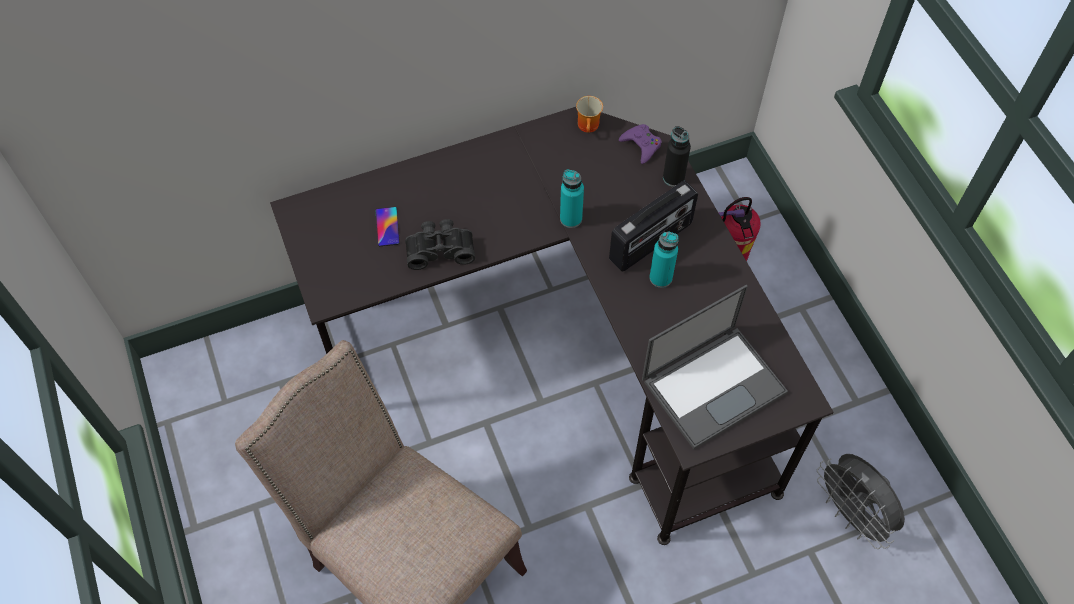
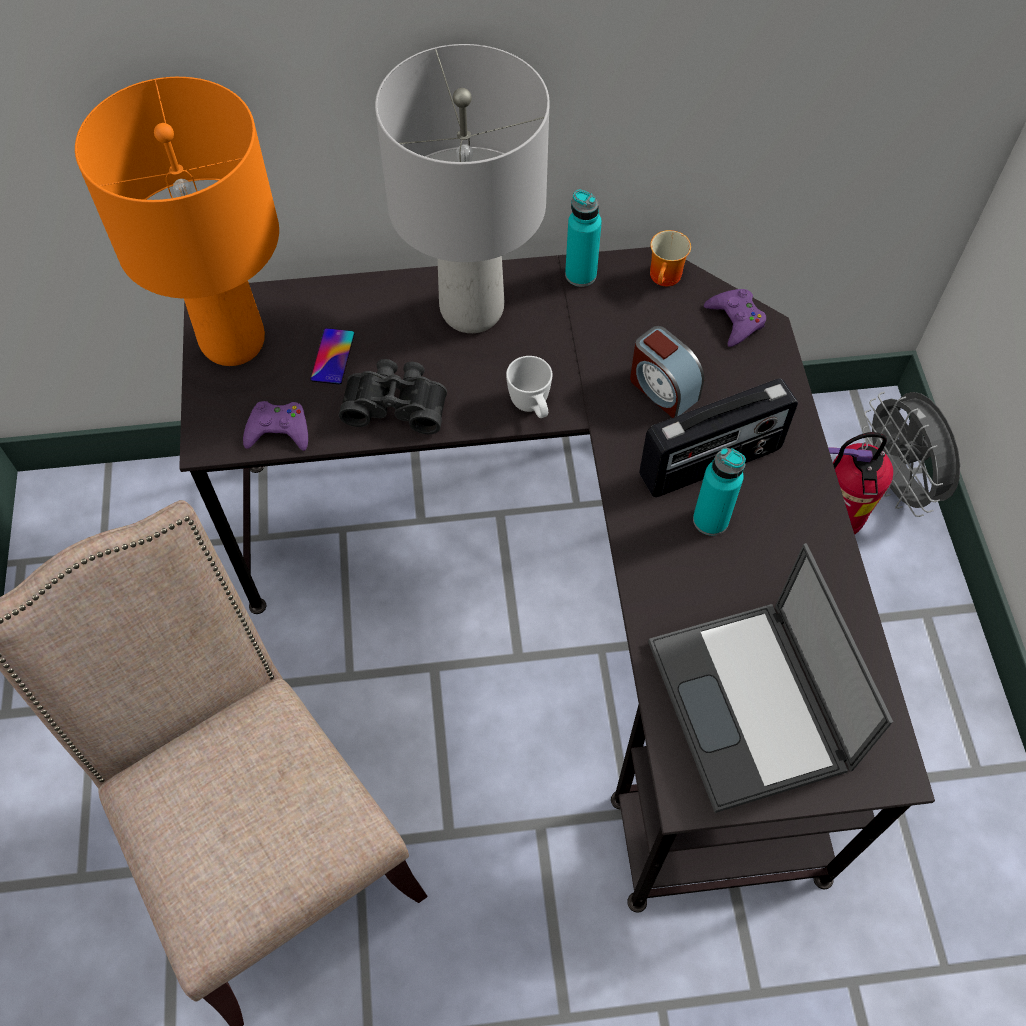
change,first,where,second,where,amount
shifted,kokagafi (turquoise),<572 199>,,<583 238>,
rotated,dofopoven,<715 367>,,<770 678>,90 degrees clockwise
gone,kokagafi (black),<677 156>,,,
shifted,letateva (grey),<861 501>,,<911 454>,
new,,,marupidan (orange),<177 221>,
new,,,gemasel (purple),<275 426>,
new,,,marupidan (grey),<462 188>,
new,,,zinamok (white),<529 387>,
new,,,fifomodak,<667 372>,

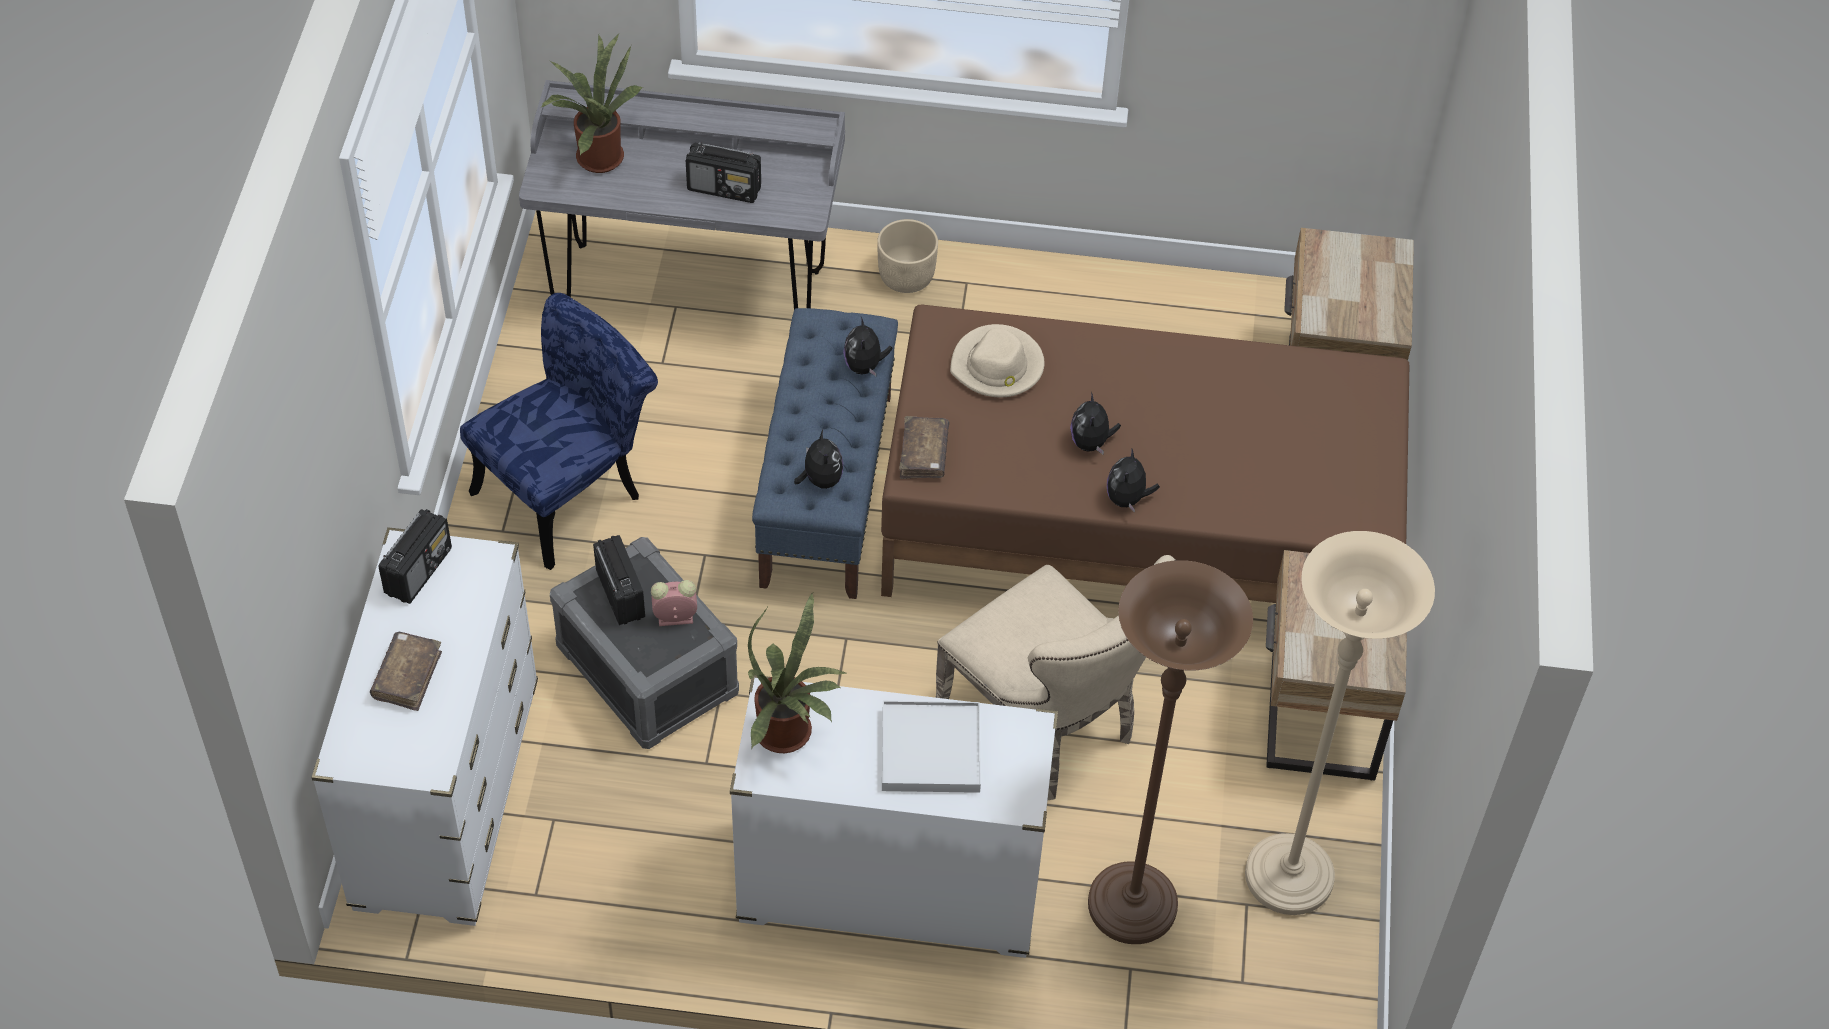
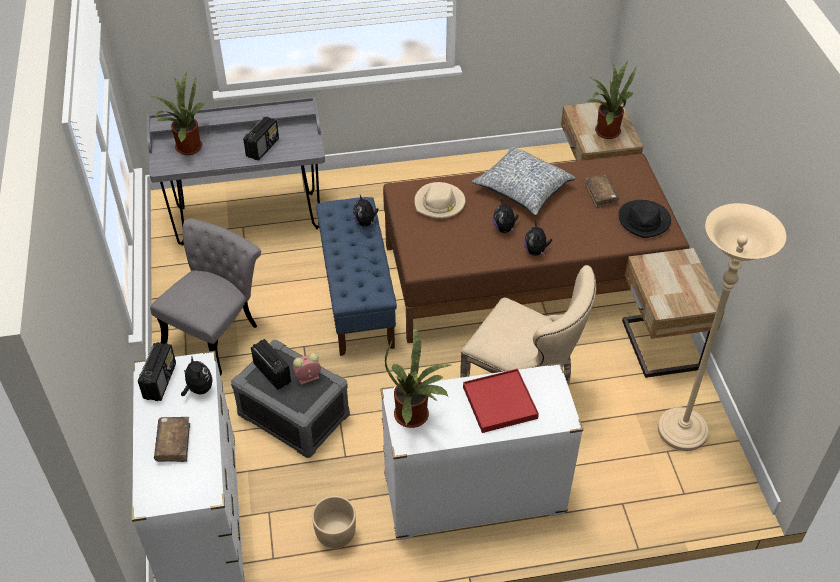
change,first,where,second,where,amount
repainted,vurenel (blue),<559 431>,vurenel (grey),<205 297>,
rotated,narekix,<723 172>,,<261 138>,60 degrees counterclockwise
shifted,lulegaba,<818 459>,,<196 376>,
shifted,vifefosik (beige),<907 256>,,<334 522>,
repainted,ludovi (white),<931 747>,ludovi (red),<501 401>,
shifted,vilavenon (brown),<924 447>,,<601 191>,
gone,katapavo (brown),<1170 752>,,,
new,,,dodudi,<523 181>,
new,,,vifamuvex,<611 100>,
new,,,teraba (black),<644 219>,

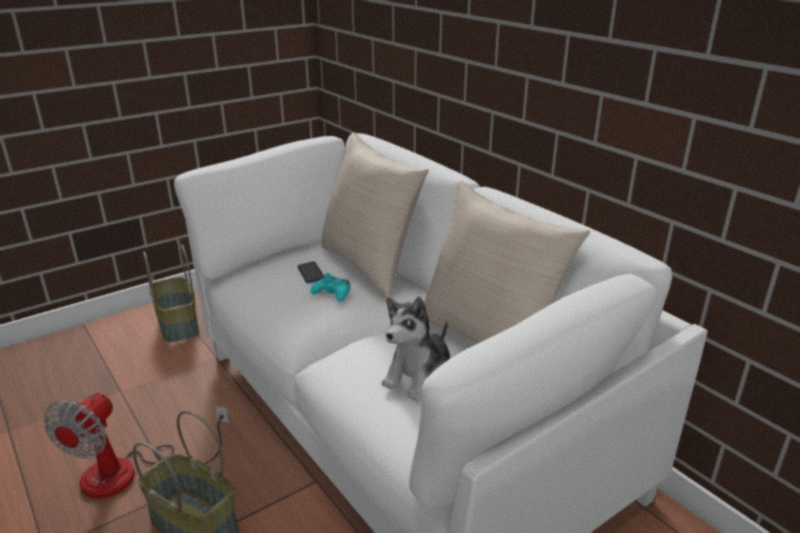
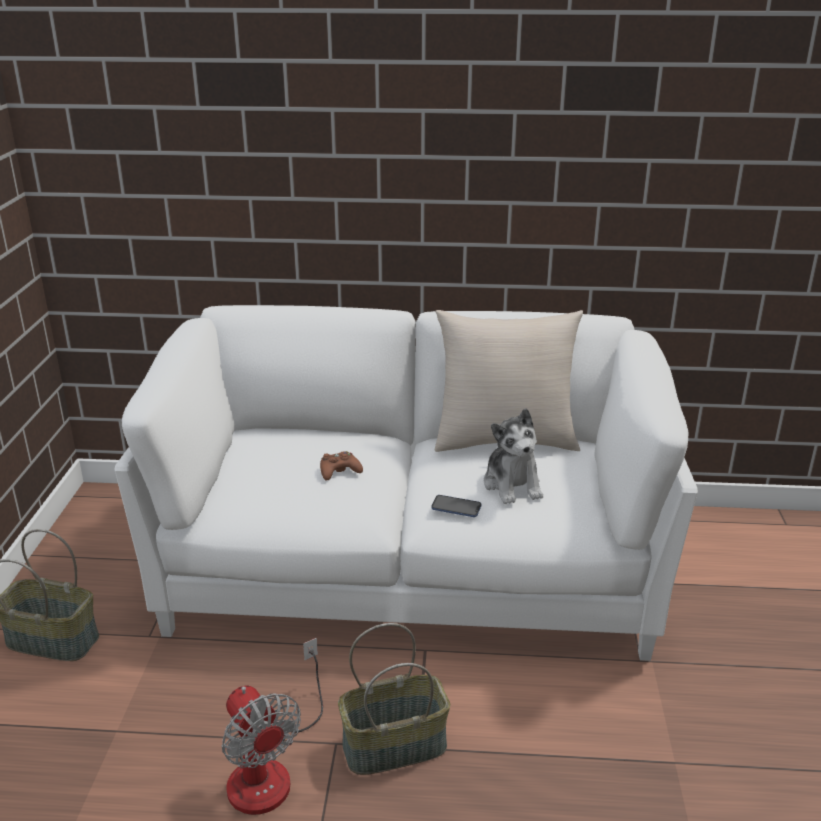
change,first,where,second,where,amount
shifted,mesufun,<310 272>,,<456 506>,
repainted,gemasel (turquoise),<330 287>,gemasel (brown),<341 466>,
gone,dodudi (beige),<375 216>,,,

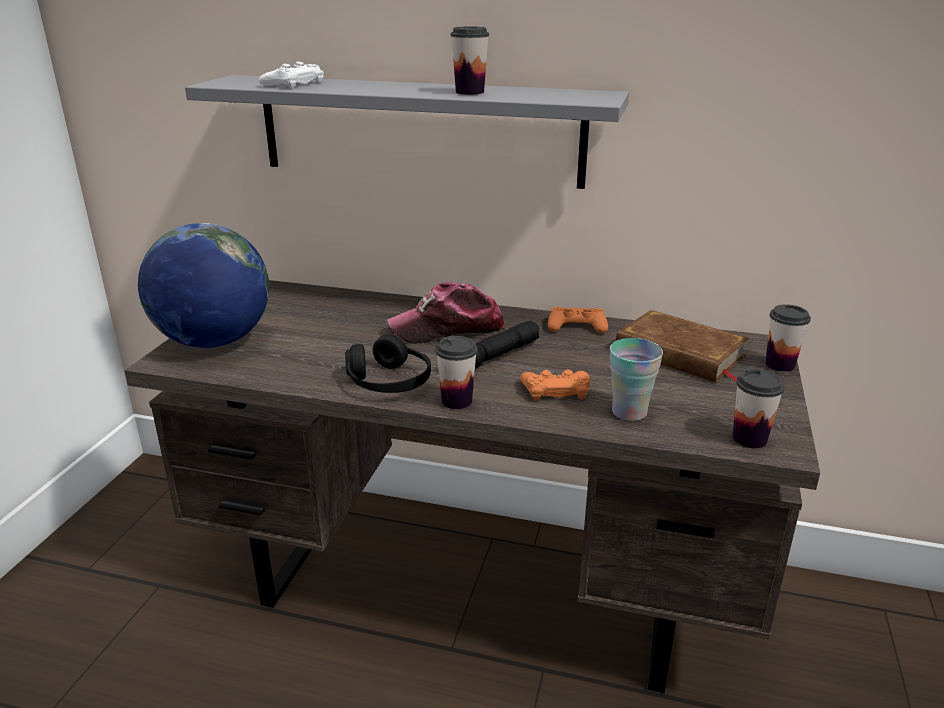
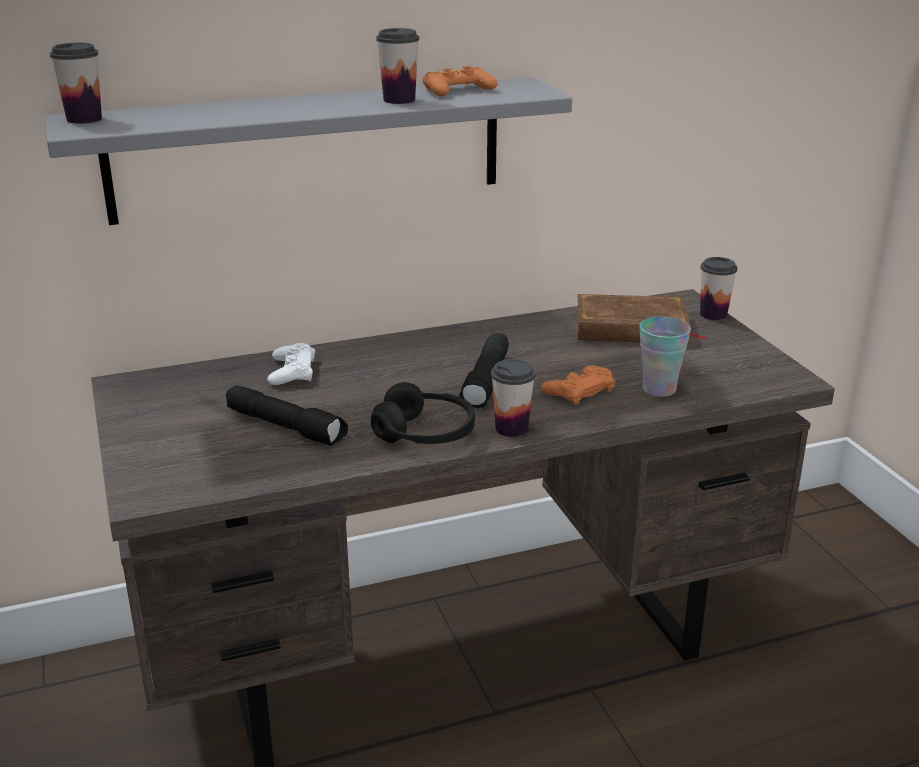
change,first,where,second,where,amount
gone,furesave,<203 285>,,,
shifted,gemasel (white),<291 75>,,<291 364>,
gone,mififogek,<446 313>,,,
shifted,gemasel (orange),<578 320>,,<460 81>,
shifted,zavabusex,<759 408>,,<76 83>,
new,,,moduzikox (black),<287 415>,

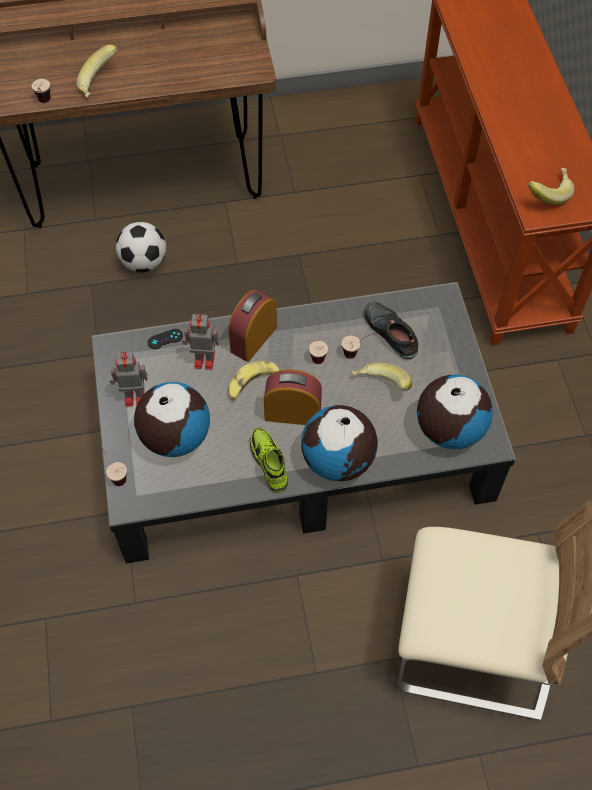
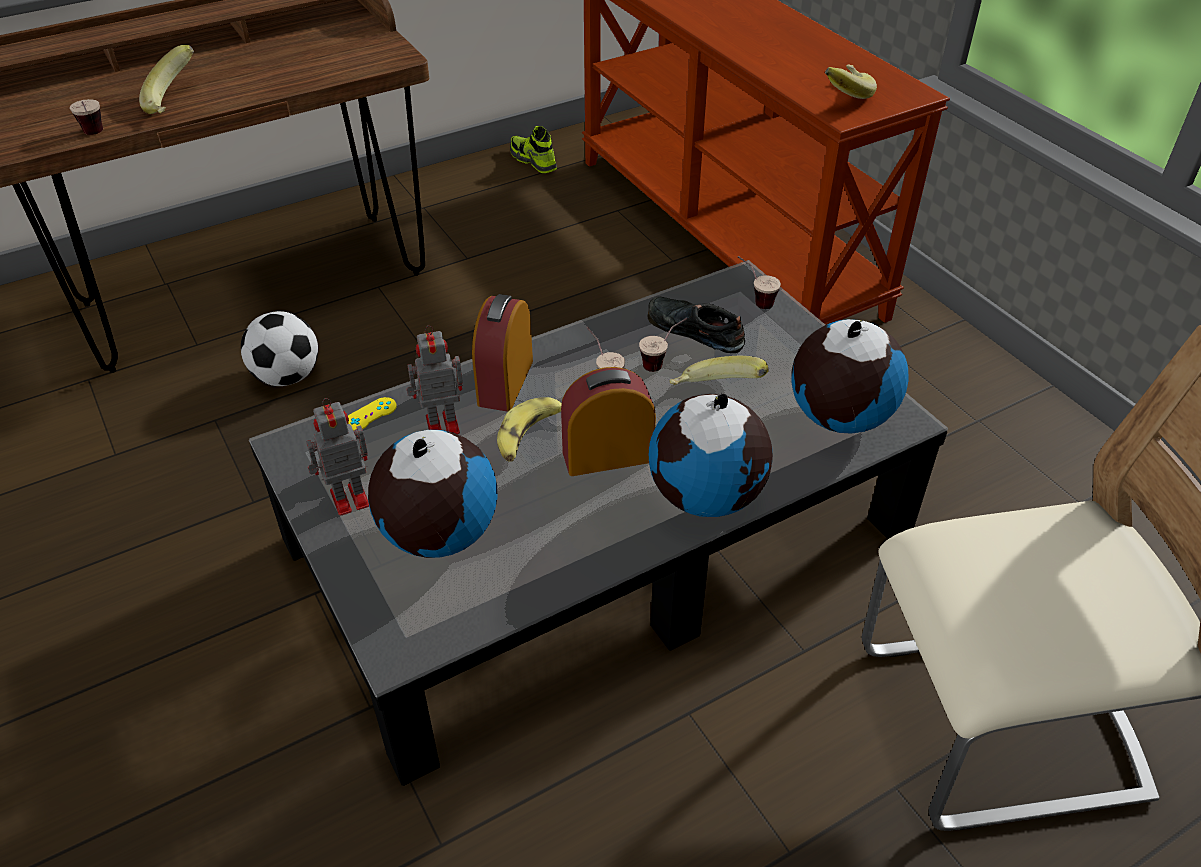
change,first,where,second,where,amount
shifted,zavabusex,<113 465>,,<759 282>,
repainted,gemasel (black),<165 339>,gemasel (yellow),<372 414>,
shifted,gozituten,<269 459>,,<533 149>,

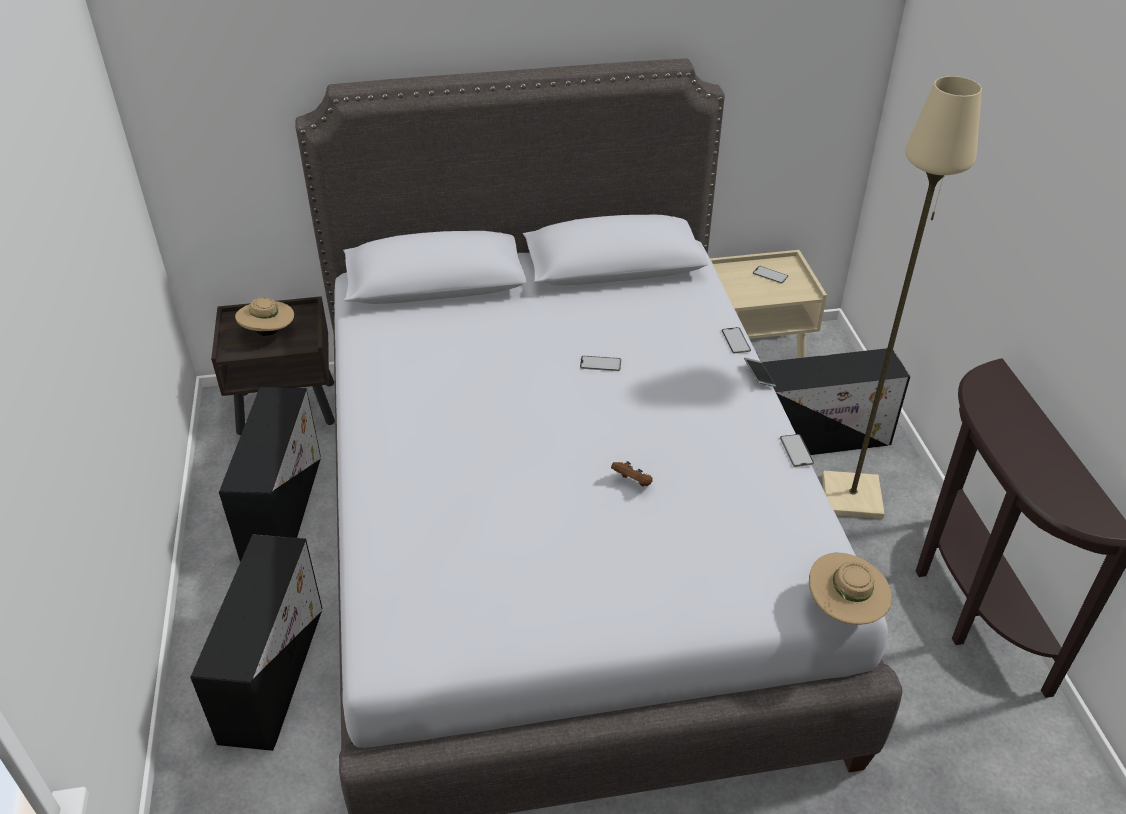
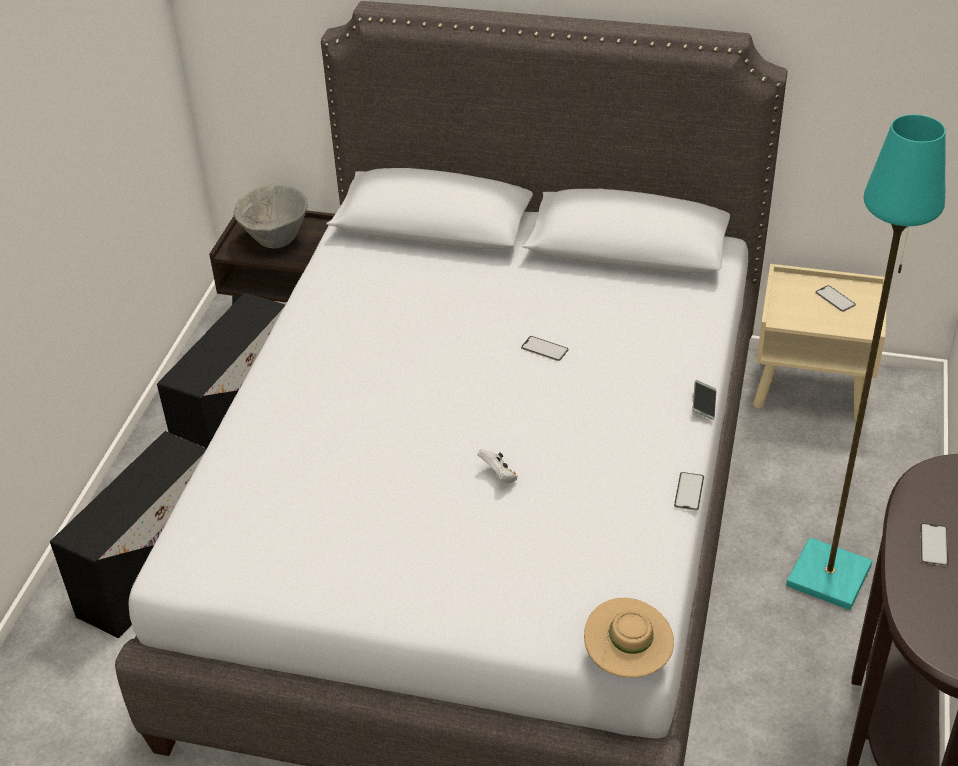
change,first,where,second,where,amount
swapped,teraba (beige),<264 317>,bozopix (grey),<271 217>,
repainted,gemasel (brown),<632 474>,gemasel (white),<497 466>,
shifted,mesufun,<736 340>,,<934 544>,
gone,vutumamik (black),<836 401>,,,
repainted,katapavo (beige),<902 297>,katapavo (turquoise),<866 362>,

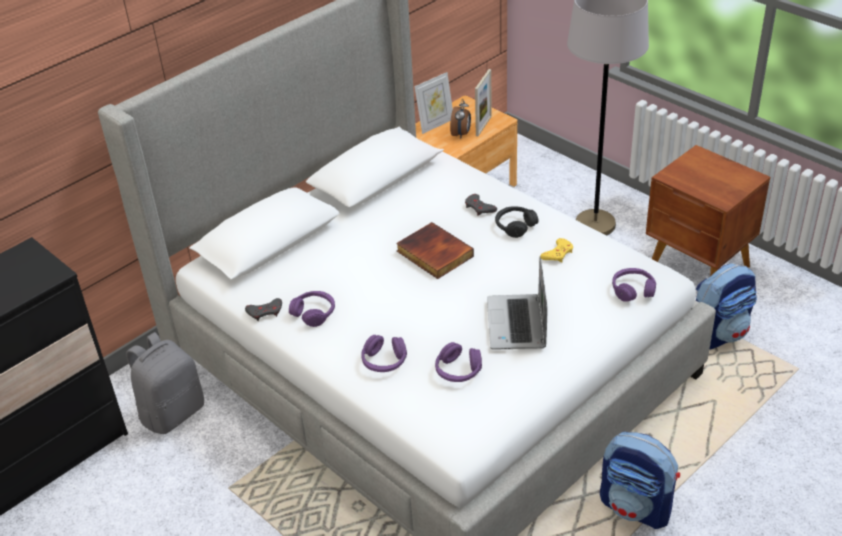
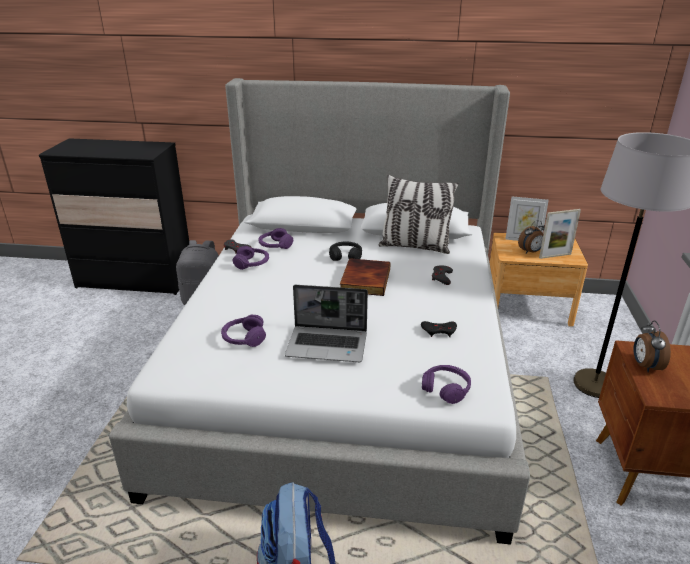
change,first,where,second,where,amount
shifted,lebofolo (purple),<384 353>,,<275 238>,
rotated,dofopoven,<517 303>,,<326 323>,135 degrees counterclockwise
shifted,lebofolo (black),<516 222>,,<345 251>,
repainted,gemasel (yellow),<556 250>,gemasel (black),<439 329>,
gone,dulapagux,<726 306>,,,
new,,,dodudi,<418 214>,
new,,,fifomodak,<652 346>,

